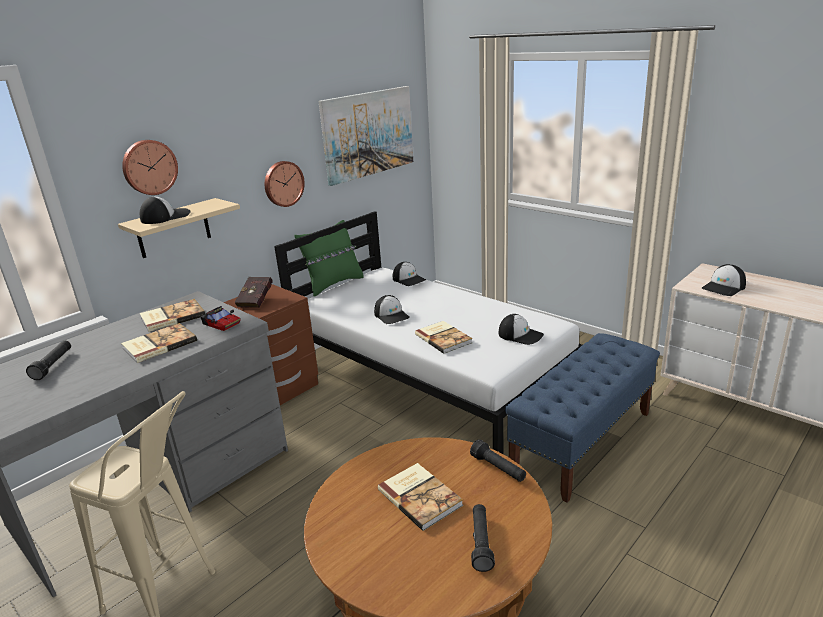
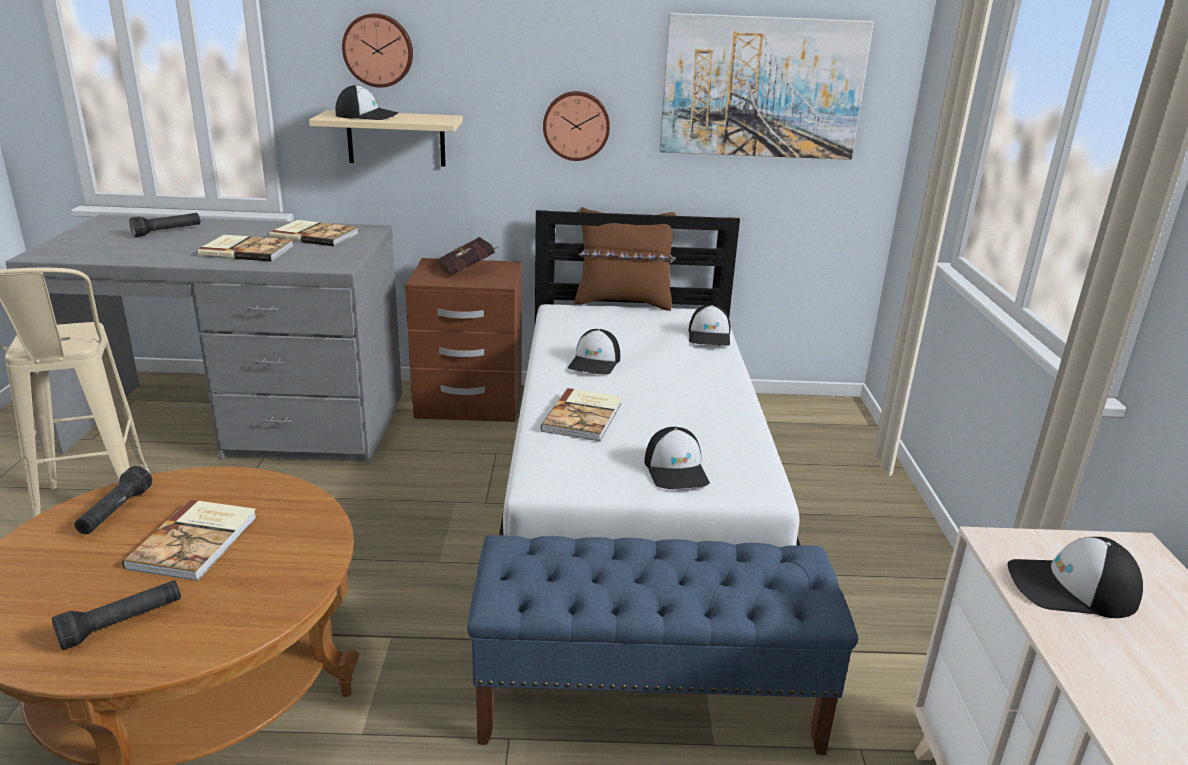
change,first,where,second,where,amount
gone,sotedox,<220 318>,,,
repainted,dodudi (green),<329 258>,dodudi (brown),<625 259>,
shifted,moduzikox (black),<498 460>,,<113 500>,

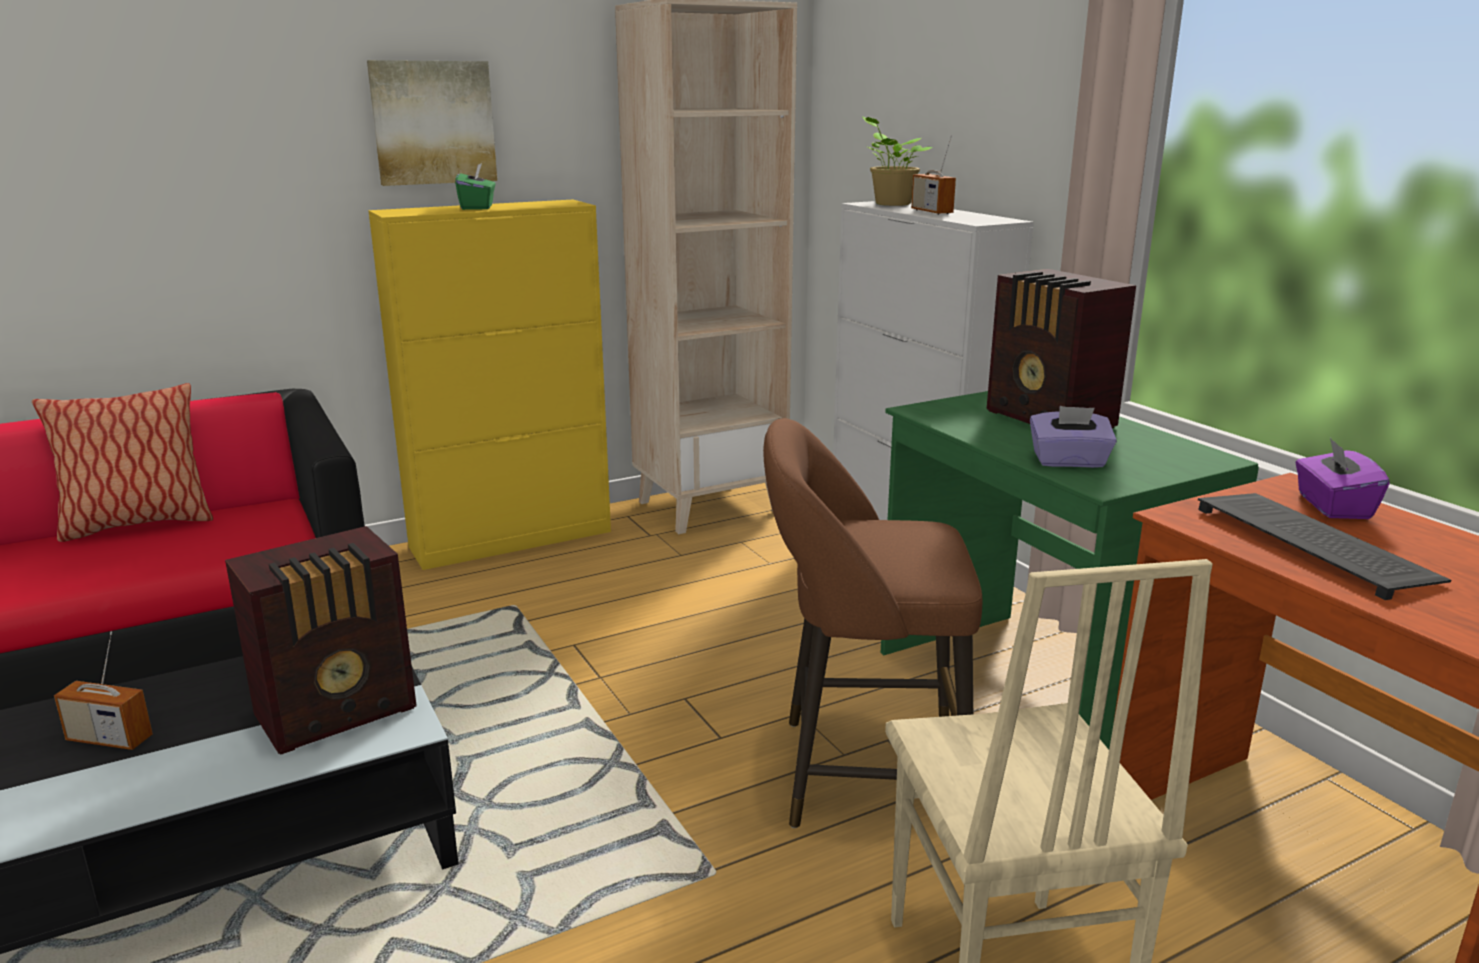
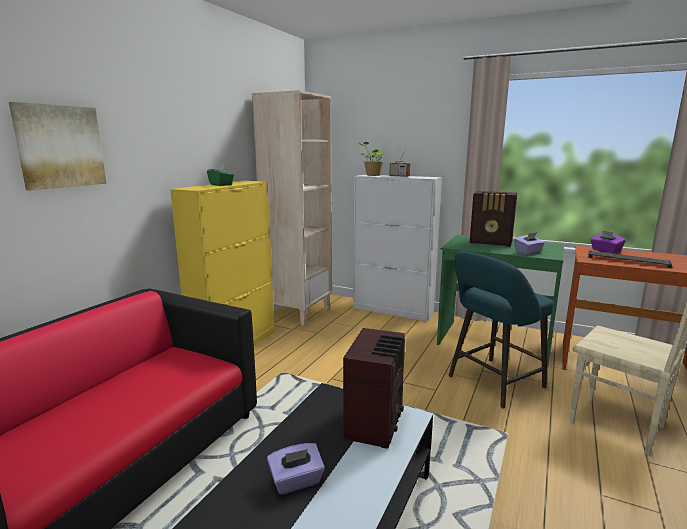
change,first,where,second,where,amount
gone,dodudi,<122 462>,,,
swapped,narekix,<103 691>,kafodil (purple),<296 469>,
shifted,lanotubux,<432 123>,,<58 146>,
repainted,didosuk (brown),<872 623>,didosuk (turquoise),<501 330>,

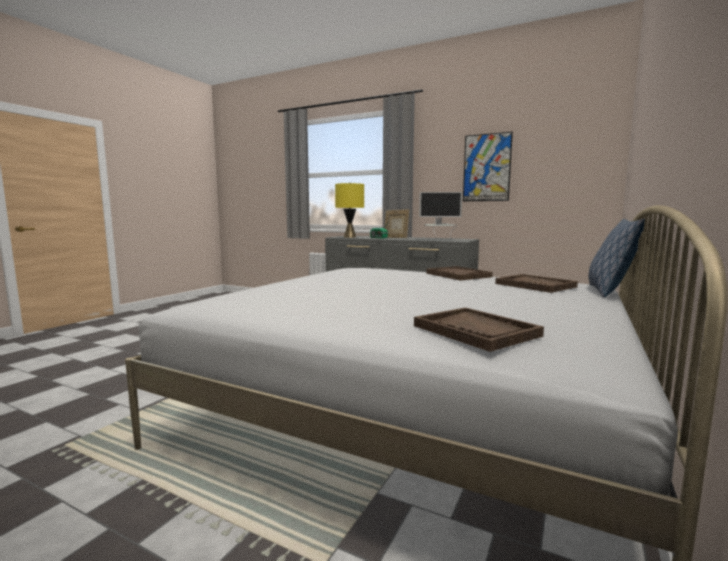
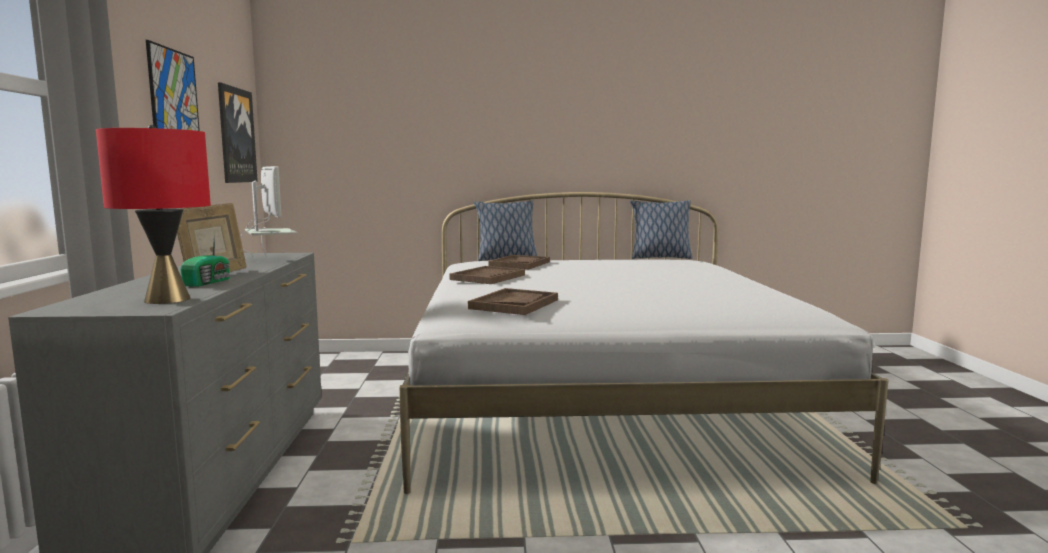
change,first,where,second,where,amount
repainted,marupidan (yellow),<349 210>,marupidan (red),<153 214>,
shifted,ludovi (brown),<479 329>,,<513 301>,
new,,,lanotubux,<238 133>,
new,,,dodudi,<661 229>,

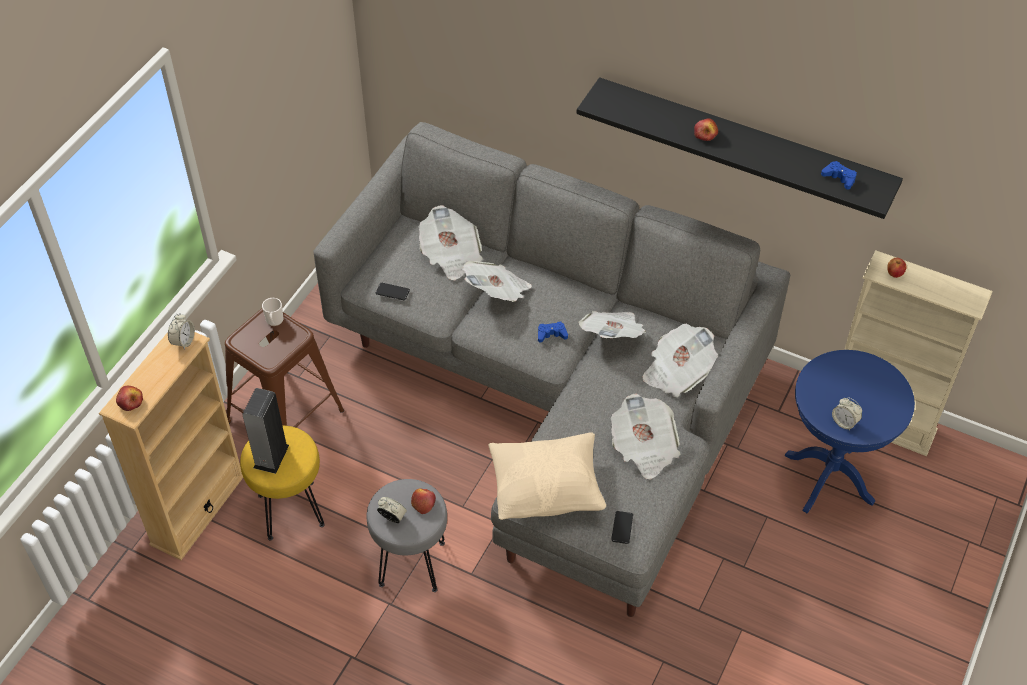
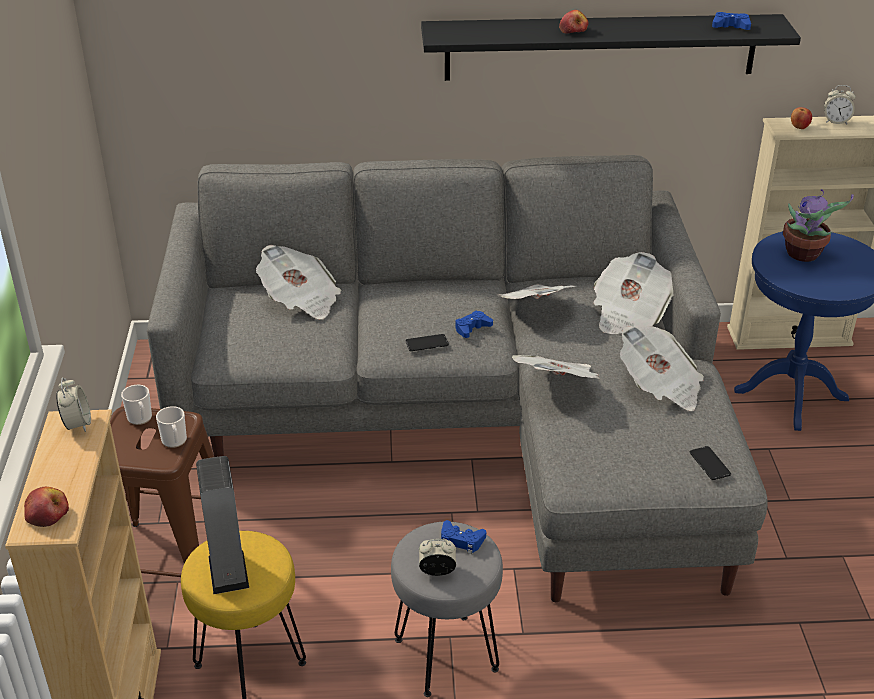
change,first,where,second,where,amount
shifted,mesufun,<393 291>,,<427 342>,
swapped,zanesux,<423 501>,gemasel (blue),<463 537>,
shifted,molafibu,<497 281>,,<556 367>,
gone,dodudi (beige),<547 476>,,,
shifted,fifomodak,<847 413>,,<840 104>,
new,,,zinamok,<171 427>,
new,,,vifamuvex,<818 225>,

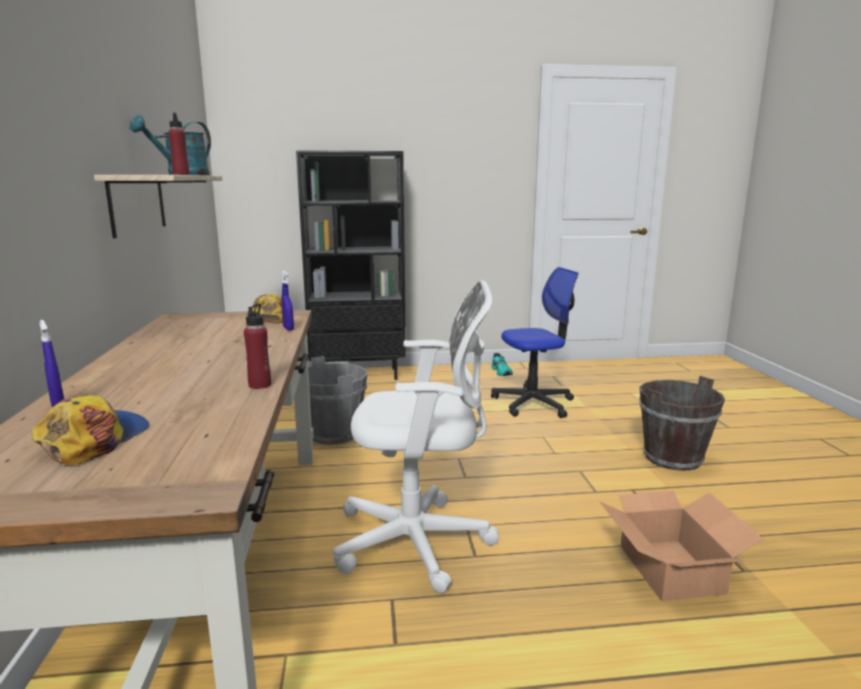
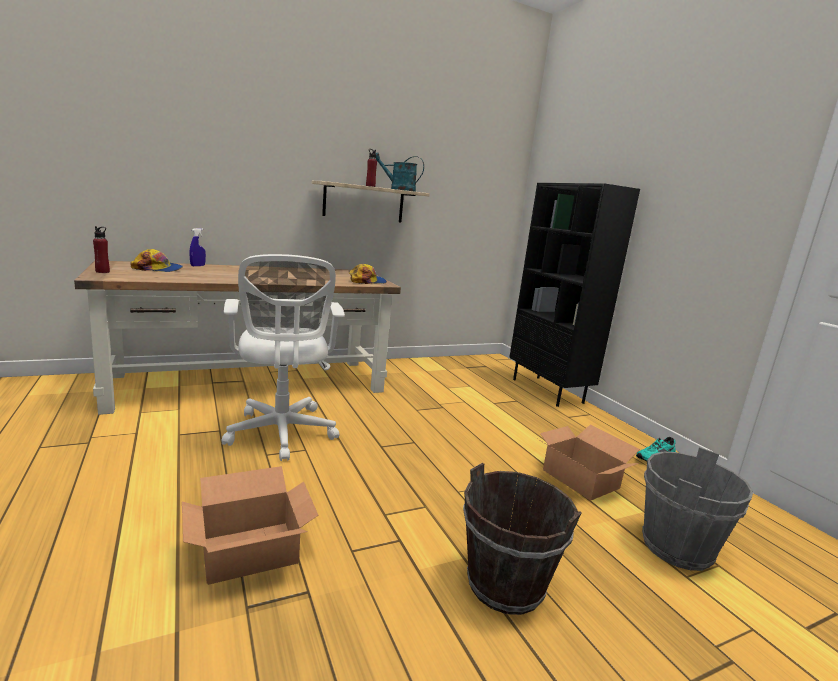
change,first,where,second,where,amount
shifted,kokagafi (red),<257 346>,,<101 249>,
gone,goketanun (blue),<287 300>,,,
shifted,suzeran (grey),<337 400>,,<697 509>,
swapped,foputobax,<534 342>,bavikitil,<588 463>,

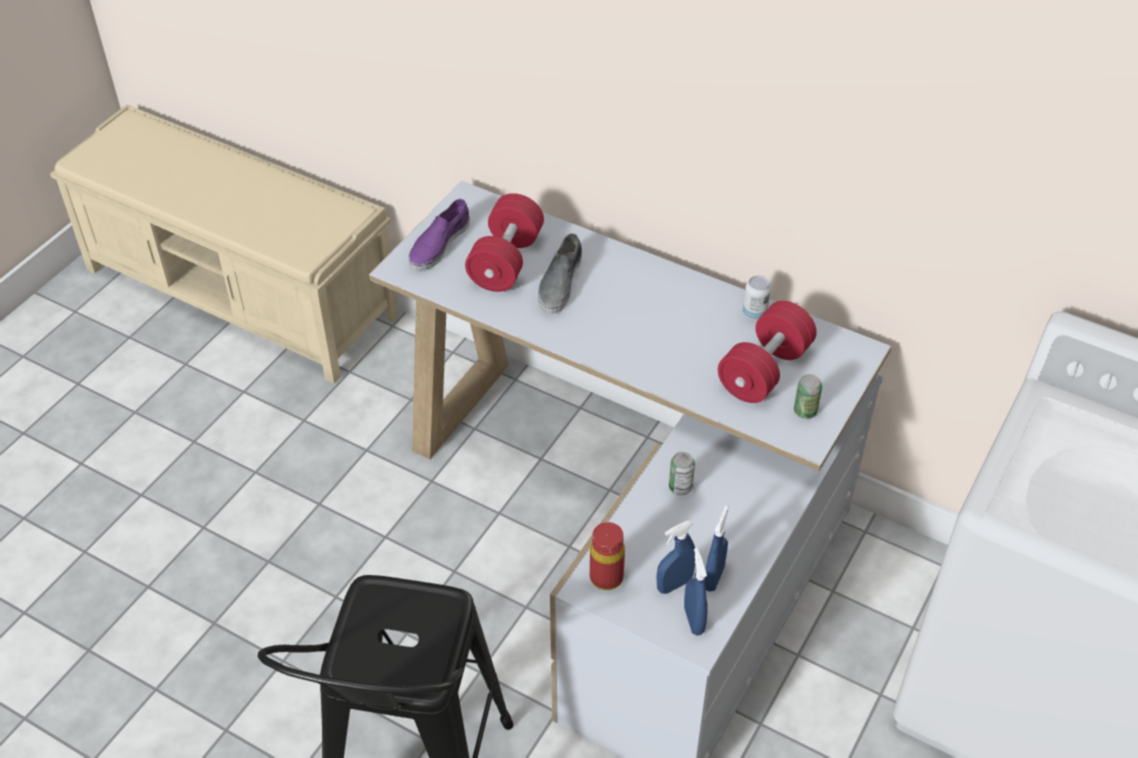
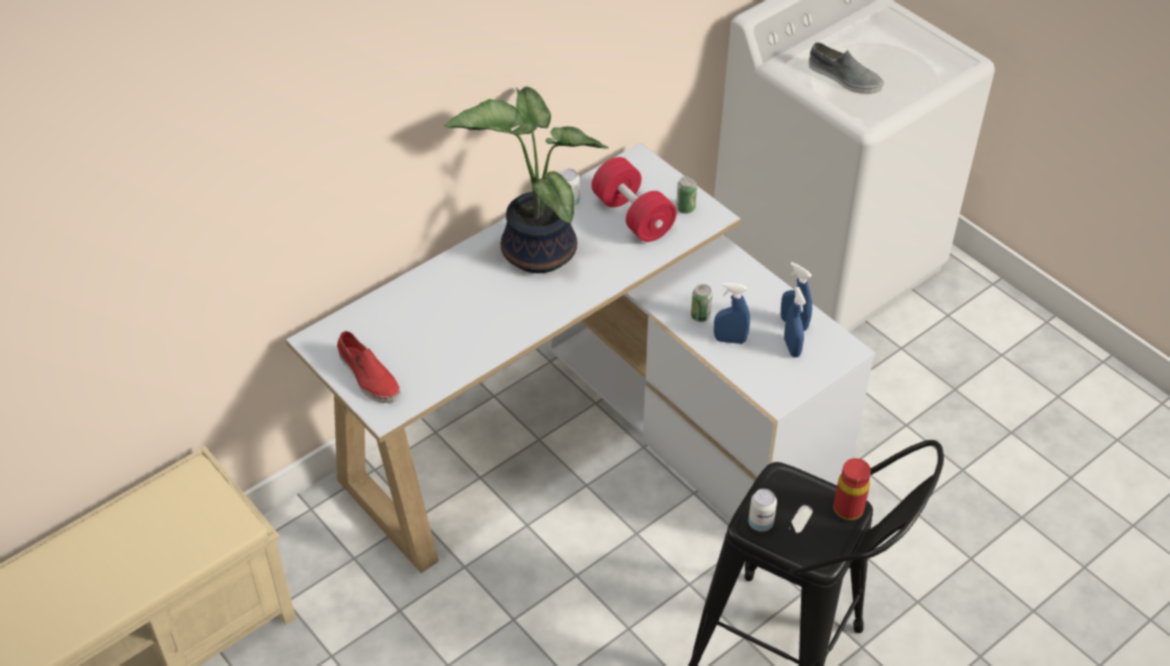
change,first,where,second,where,amount
repainted,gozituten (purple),<439 235>,gozituten (red),<369 367>,
gone,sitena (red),<504 242>,,,
shifted,gozituten (grey),<560 273>,,<846 68>,
shifted,kokagafi (red),<607 556>,,<852 489>,
shifted,goketanun (blue),<695 591>,,<732 313>,
new,,,vifamuvex,<526 180>,
new,,,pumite,<762 510>,

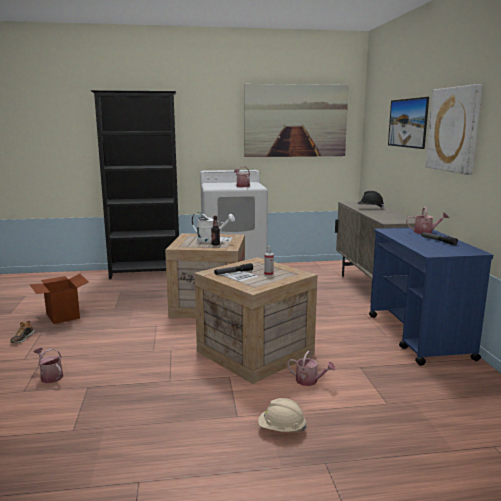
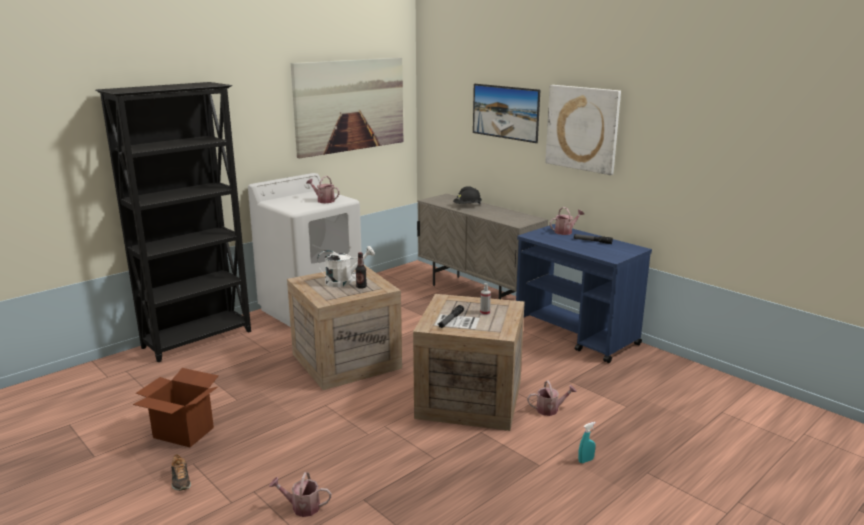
change,first,where,second,where,amount
swapped,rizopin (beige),<282 415>,goketanun (turquoise),<587 442>,

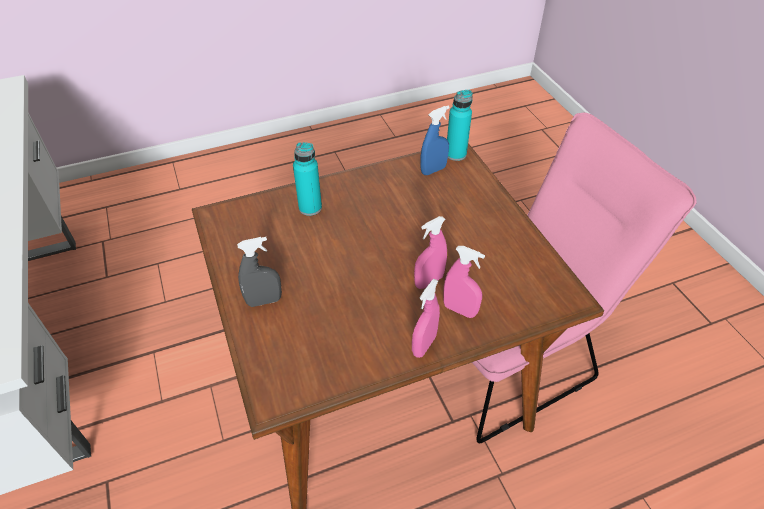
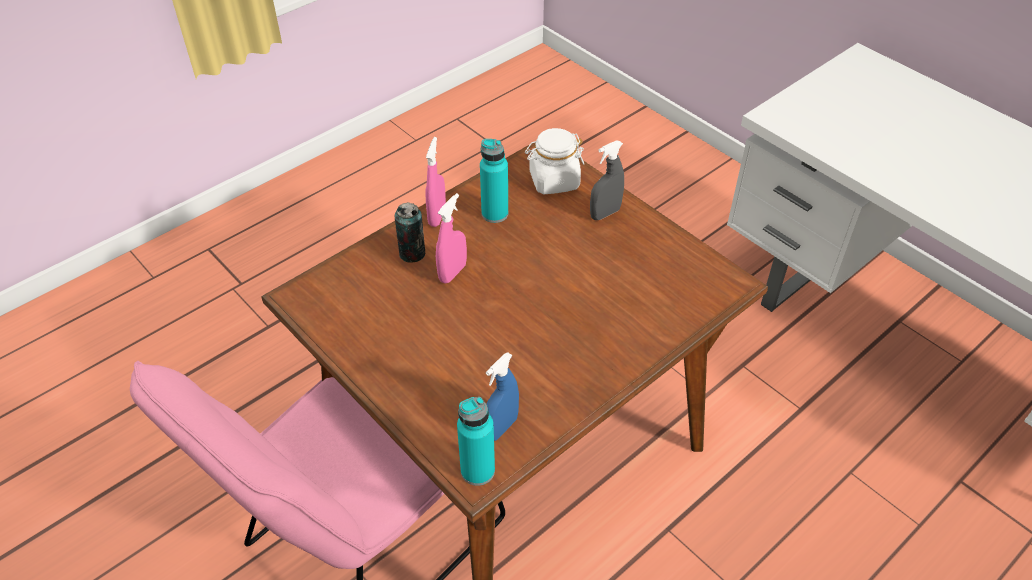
change,first,where,second,where,amount
shifted,kokagafi (turquoise),<307 179>,,<494 181>,
swapped,goketanun (pink),<464 282>,pumite,<410 233>,
new,,,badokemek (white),<554 161>,

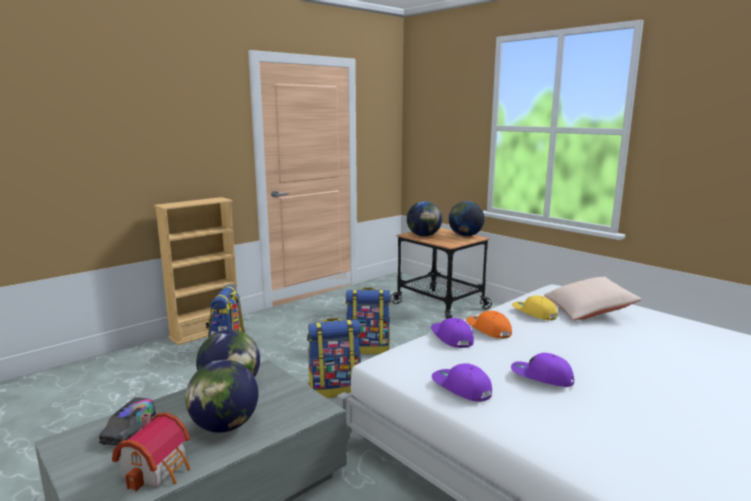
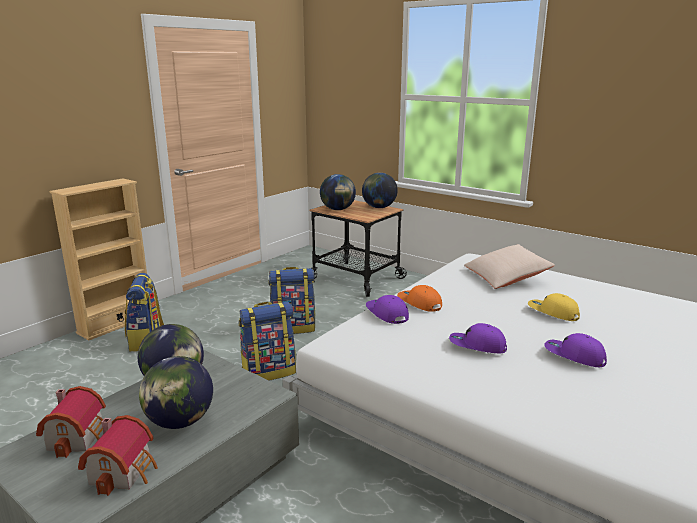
change,first,where,second,where,amount
swapped,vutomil,<127 421>,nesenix,<71 422>,
shifted,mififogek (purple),<462 382>,,<575 350>,
shifted,mififogek (yellow),<534 308>,,<554 307>,

